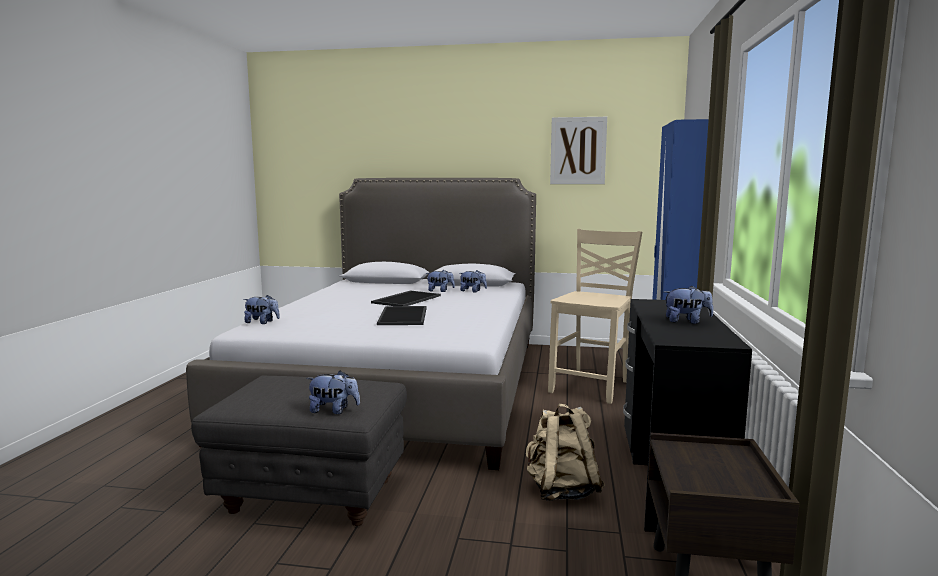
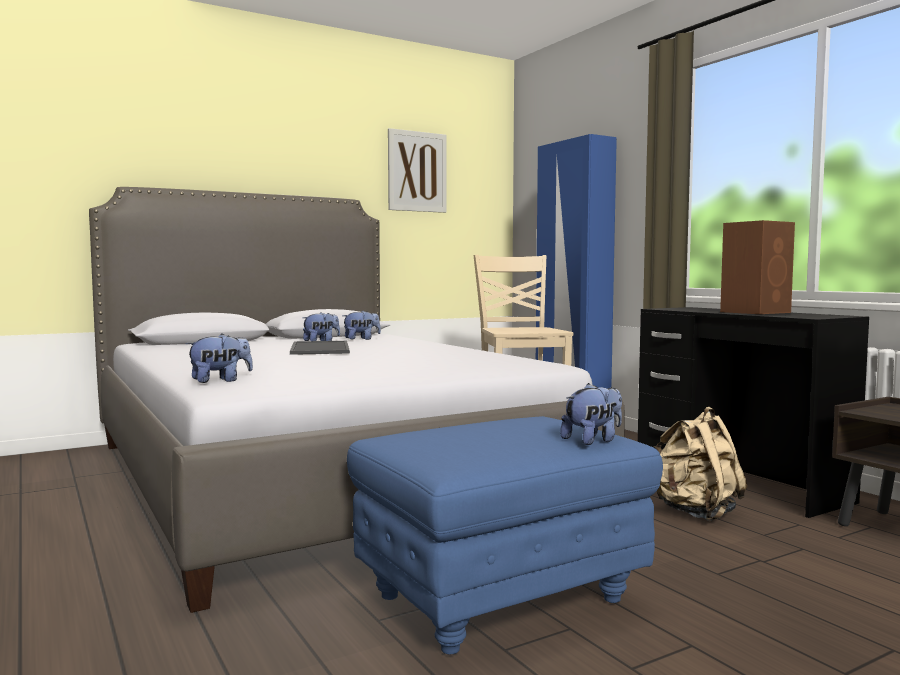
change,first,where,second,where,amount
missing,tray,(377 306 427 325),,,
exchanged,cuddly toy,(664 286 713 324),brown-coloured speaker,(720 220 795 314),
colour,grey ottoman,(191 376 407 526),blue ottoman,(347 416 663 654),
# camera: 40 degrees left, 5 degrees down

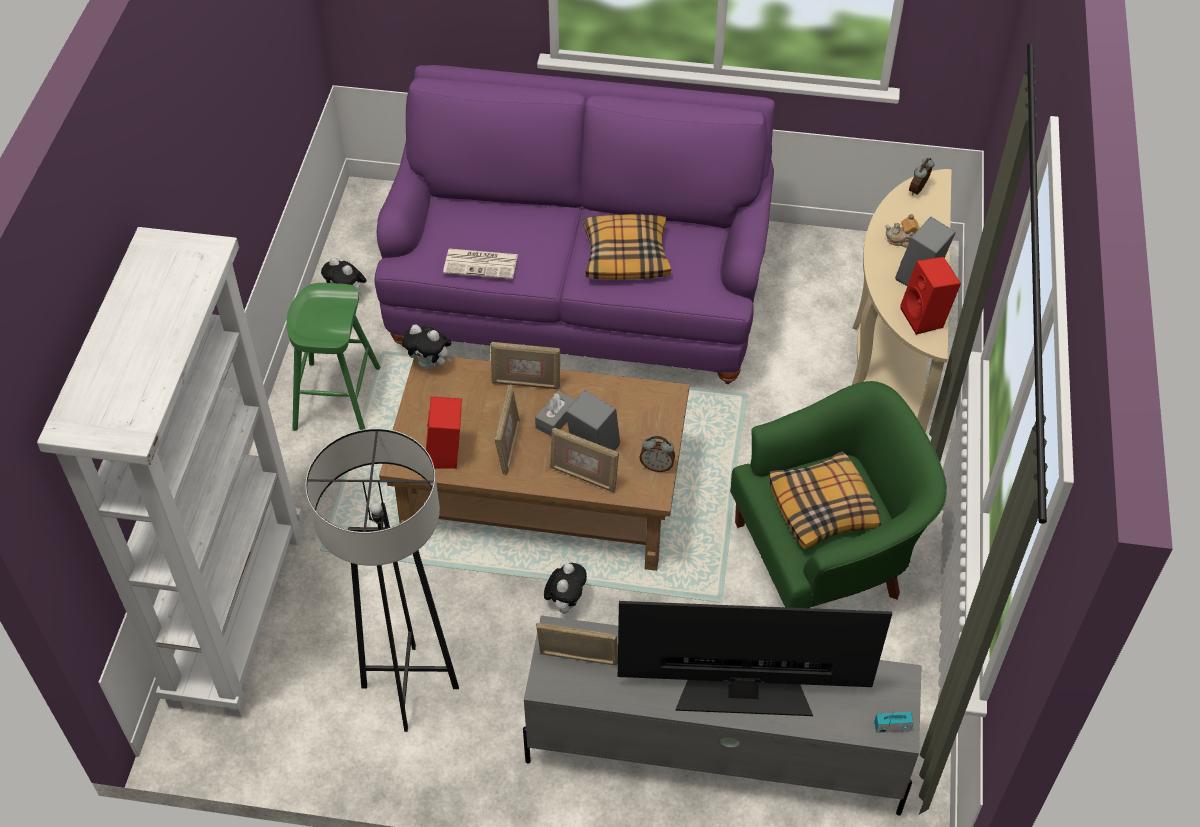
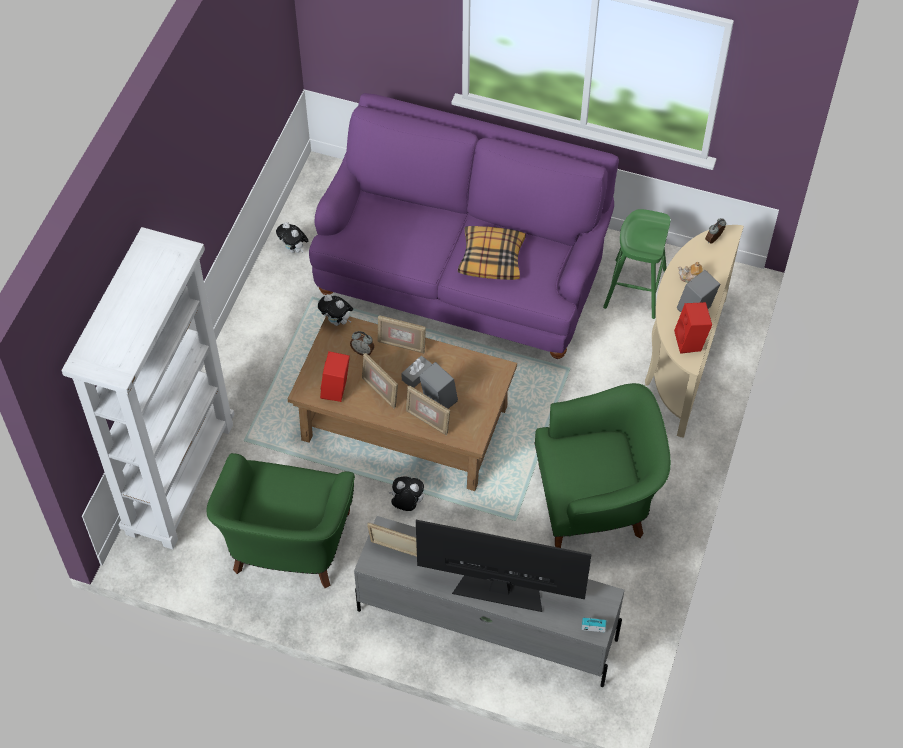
change,first,where,second,where,amount
missing,daily paper,(443 249 518 279),,,
missing,throw pillow,(769 451 881 549),,,
relocated,green sitting stool,(286 283 380 431),,(603 209 670 319),
relocated,table clock,(640 436 675 472),,(350 331 374 355),
exchanged,grey standing lamp,(305 428 459 732),green armchair,(207 453 355 588),
spun,picture frame,(494 384 520 476),,(362 353 398 409),120 degrees clockwise
spun,cuddly toy,(544 563 587 614),,(389 476 424 511),105 degrees counterclockwise
# camera: 10 degrees right, 5 degrees up

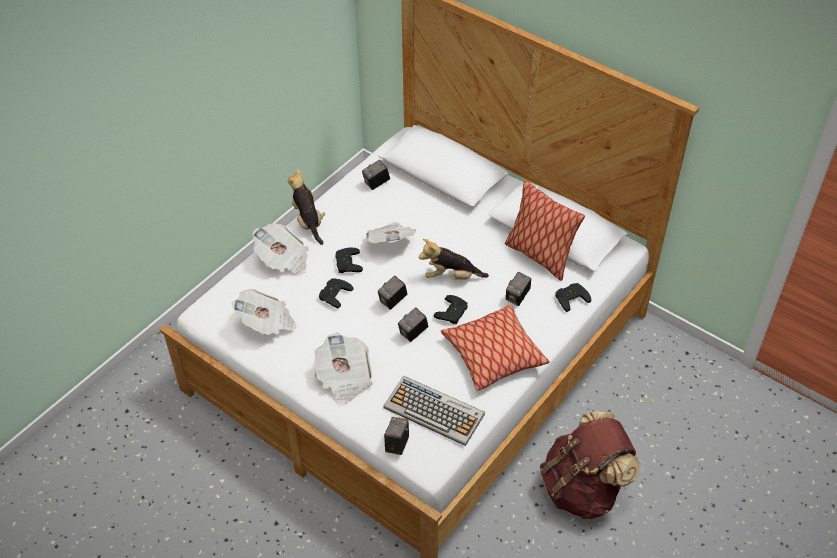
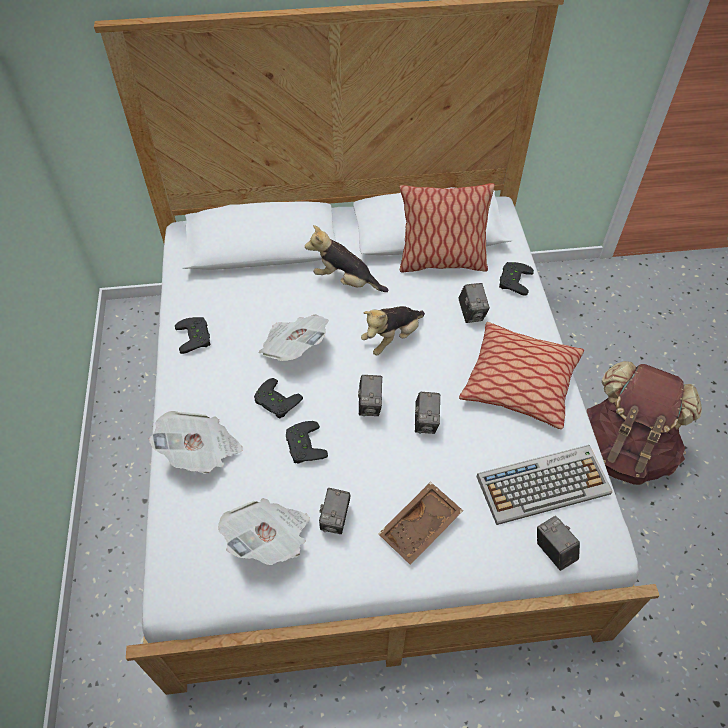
change,first,where,second,where,amount
relocated,cuddly toy,(288 169 325 245),,(305 225 388 292),
relocated,still camera,(362 160 390 190),,(319 488 350 534),
relocated,black game controller,(434 295 468 324),,(175 317 210 354),
exchanged,daily paper,(314 333 373 404),brown-coloured tray,(378 482 463 565),
# camera: 45 degrees left, 5 degrees up

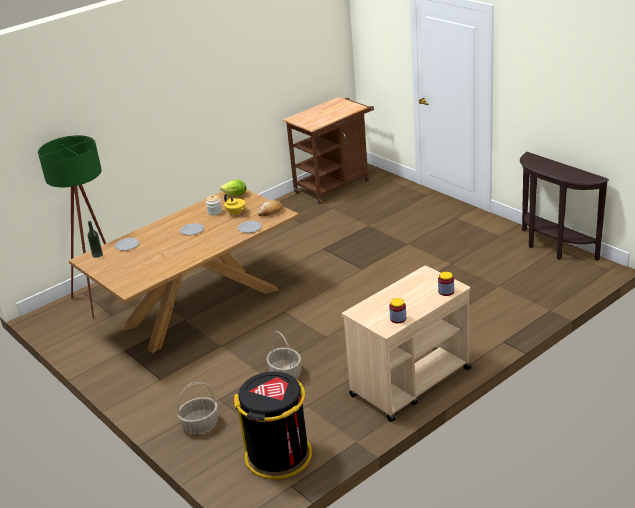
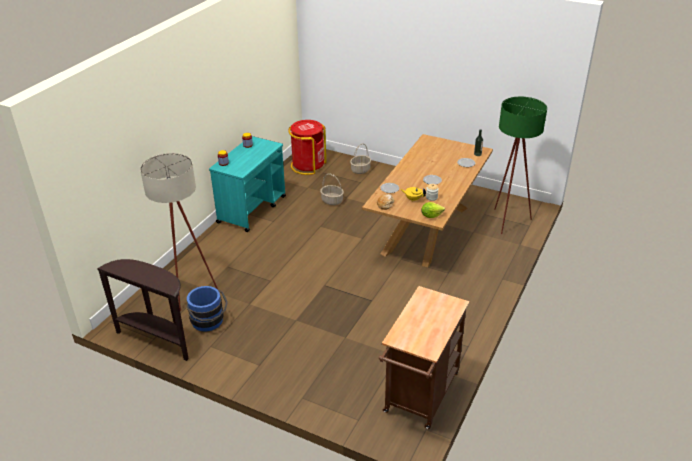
change,first,where,second,where,amount
appeared,,,beige standing lamp,(140 153 218 311),
appeared,,,blue pail,(187 286 228 332),
colour,black trash can,(233 372 312 479),red-coloured trash can,(288 120 326 175),
colour,beige wheeled cart,(342 266 471 422),turquoise-coloured wheeled cart,(209 136 286 232),
# camera: 155 degrees right, 5 degrees up

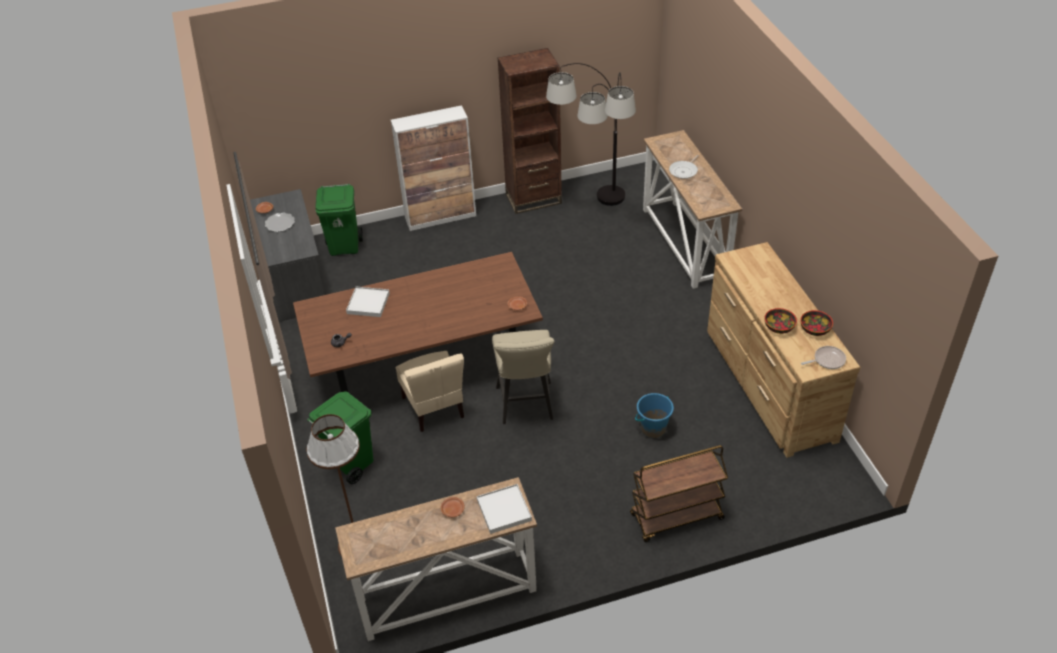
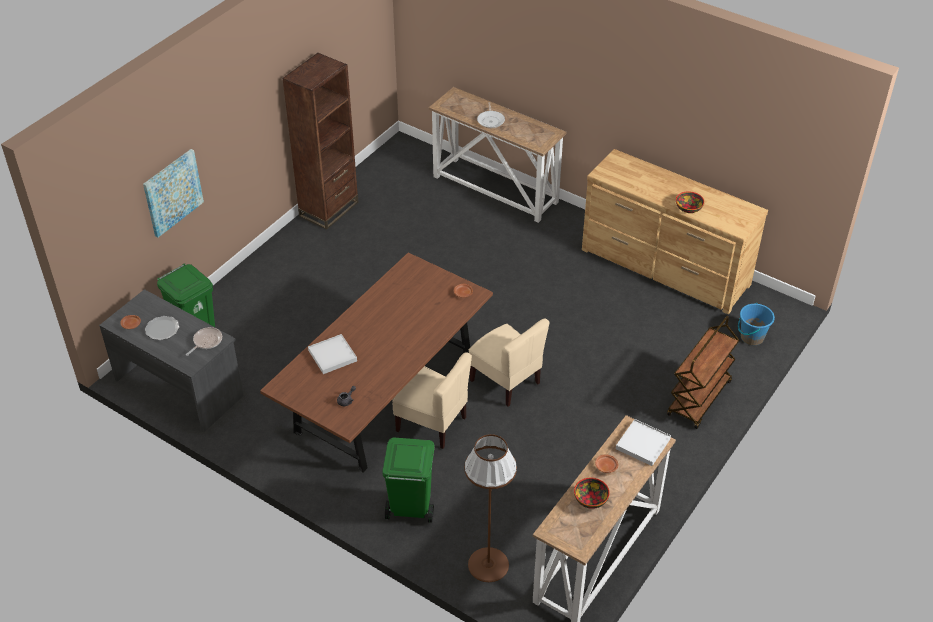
change,first,where,second,where,amount
missing,storage cabinet,(391 105 476 231),,,
missing,standing lamp,(546 63 636 206),,,
appeared,,,wall art,(143 149 204 238),
relocated,blue pail,(635 393 674 438),,(738 303 775 346),
relocated,bowl,(800 310 833 336),,(574 478 610 509),
relocated,pan,(801 346 846 369),,(186 327 222 356),
exchanged,beige sitting stool,(492 330 555 424),beige upright chair,(469 318 549 406),
# camera: 40 degrees left, 0 degrees up

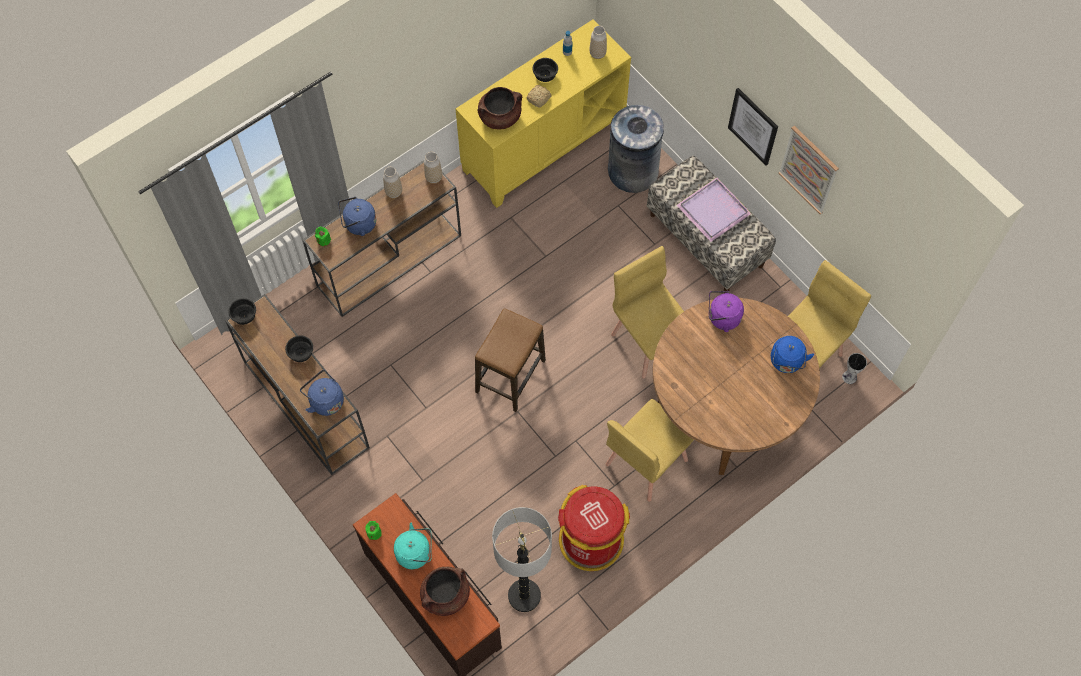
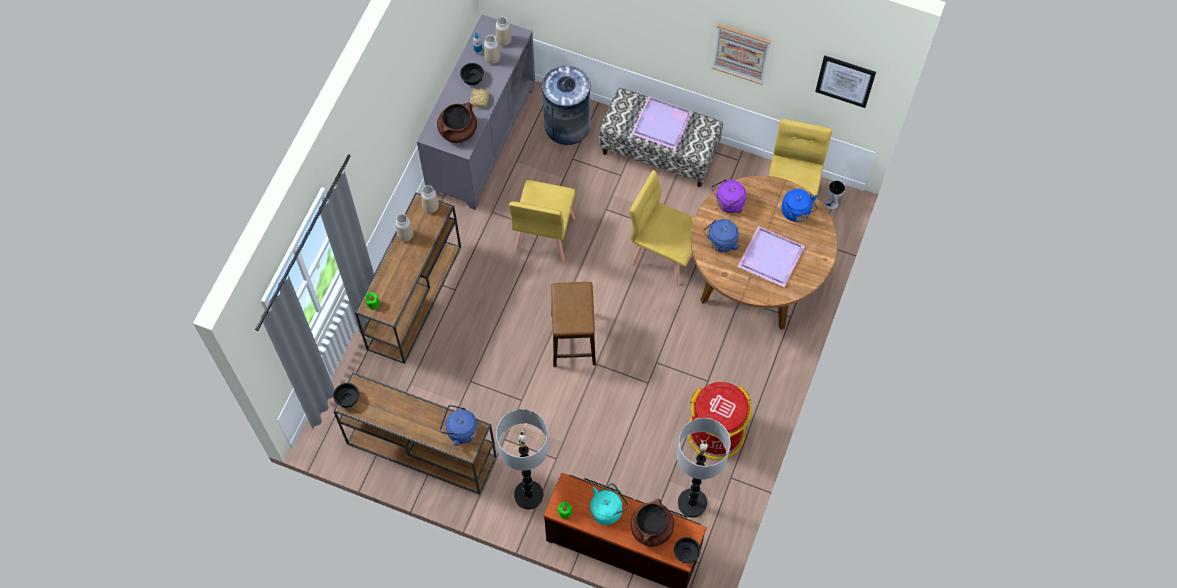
change,first,where,second,where,amount
appeared,,,decorative vase,(484 35 500 64),
appeared,,,standing lamp,(496 409 549 509),
appeared,,,purple-coloured tray,(737 226 805 288),
relocated,black bowl,(285 336 313 362),,(674 537 701 563),
relocated,blue tea kettle,(338 197 376 236),,(703 219 740 252),
relocated,yellow-coloured upright chair,(606 399 694 502),,(509 180 576 262),
relocated,wall art,(728 88 778 166),,(815 55 876 108),
colour,yellow-coloured storage cabinet,(456 19 631 208),grey storage cabinet,(417 15 535 210),
# camera: 30 degrees left, 0 degrees up

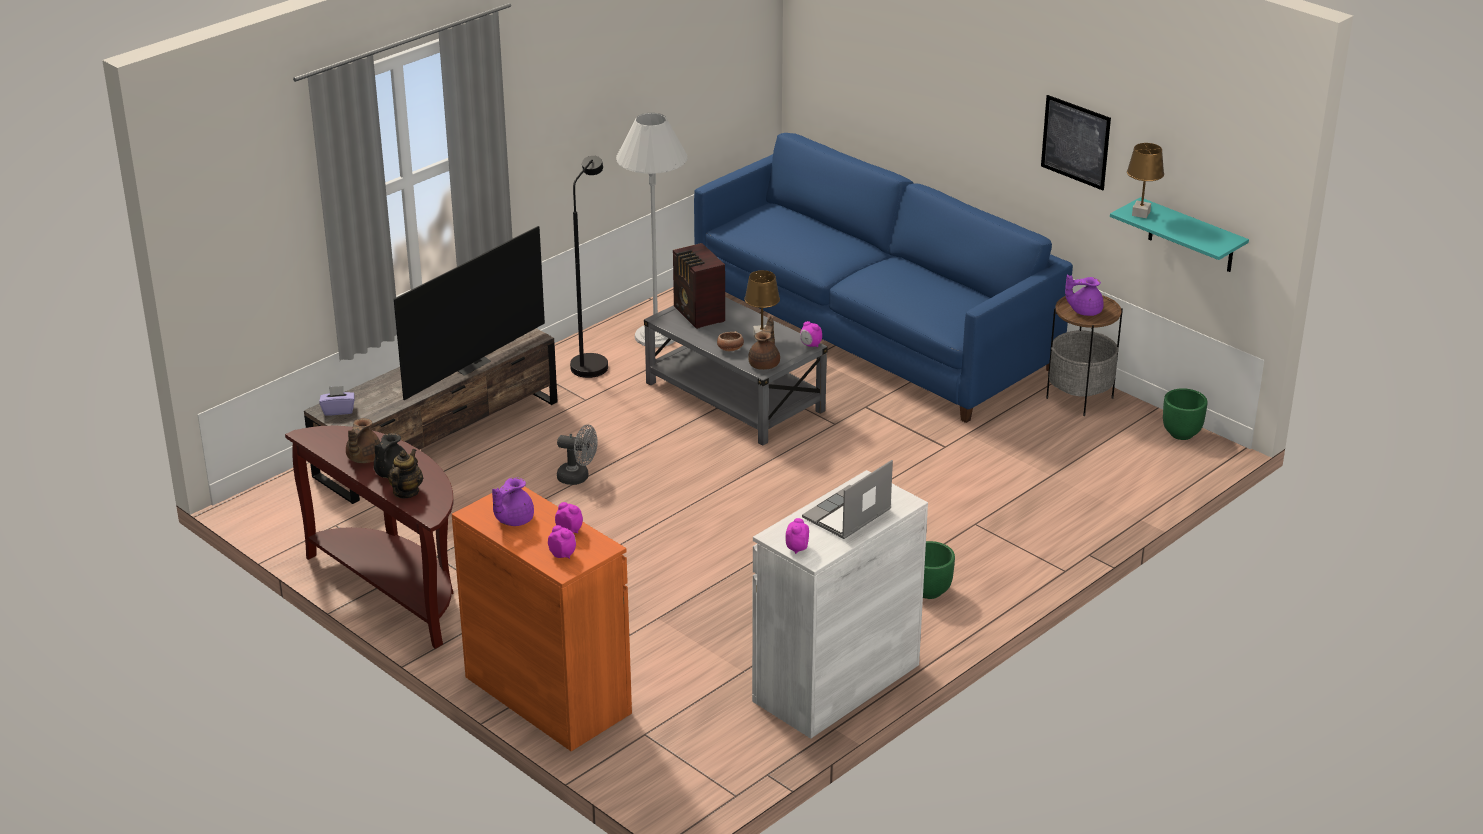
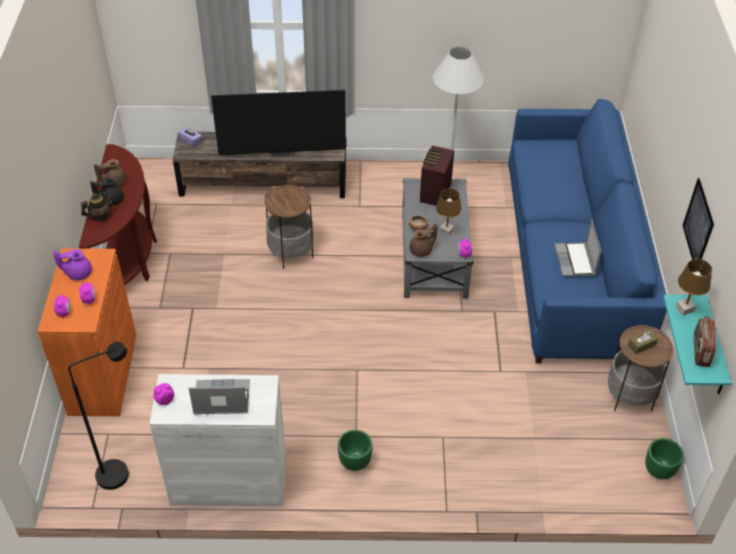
change,first,where,second,where,amount
appeared,,,laptop,(554 219 601 277),
appeared,,,radio,(694 316 717 367),
relocated,black standing lamp,(570 156 608 378),,(68 342 129 490),
exchanged,grey cooling fan,(557 425 598 485),accent table,(264 185 314 269),
exchanged,purple-coloured pot for tea,(1065 275 1104 316),brown-coloured tissue box,(628 330 658 354),
# camera: 45 degrees right, 15 degrees up

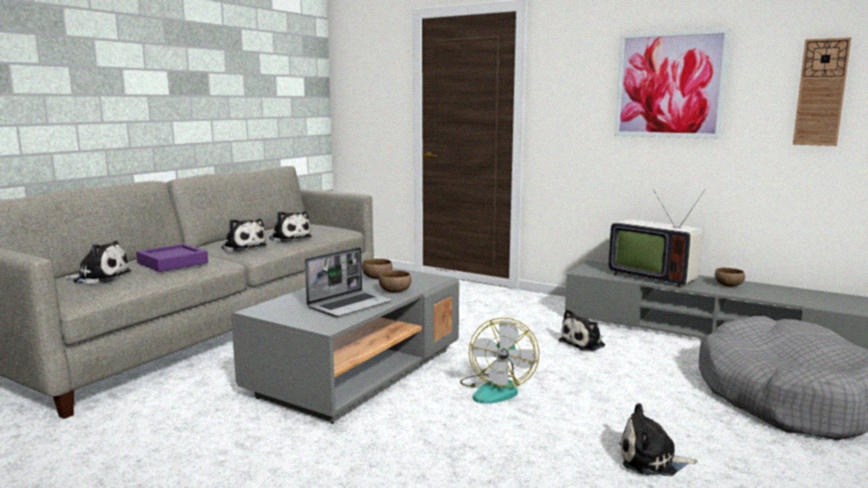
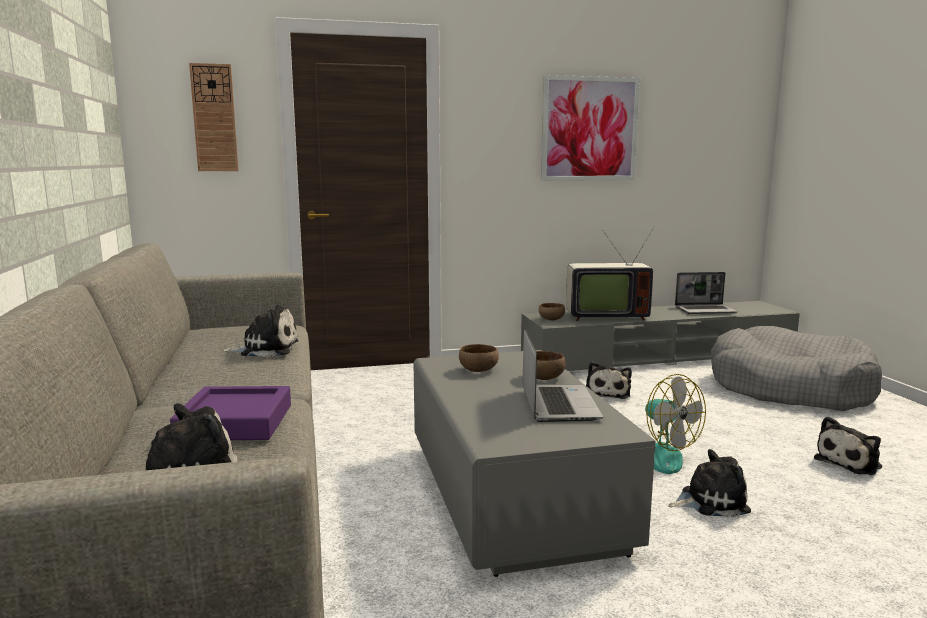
change,first,where,second,where,amount
appeared,,,laptop,(675 272 738 314),
relocated,cuddly toy,(221 219 267 252),,(668 449 751 517),
relocated,brown-coloured bowl,(715 268 745 287),,(539 303 565 320),
relocated,clock on the wall,(793 37 851 146),,(189 63 239 171),
# camera: 45 degrees left, 0 degrees up

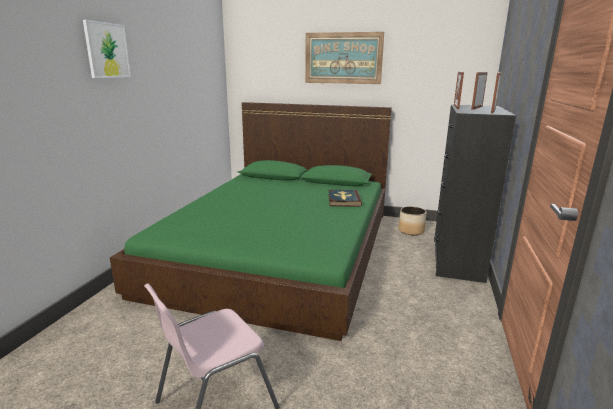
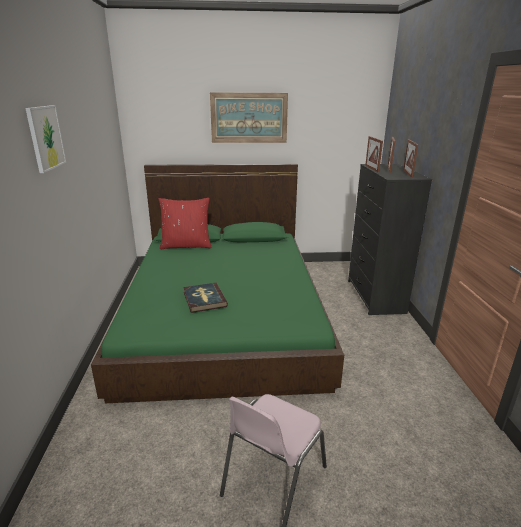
change,first,where,second,where,amount
missing,plant pot,(399 206 426 235),,,
appeared,,,red-coloured throw pillow,(159 198 212 249),
relocated,bound book,(328 190 362 207),,(183 283 228 313),
# camera: 20 degrees left, 5 degrees up

